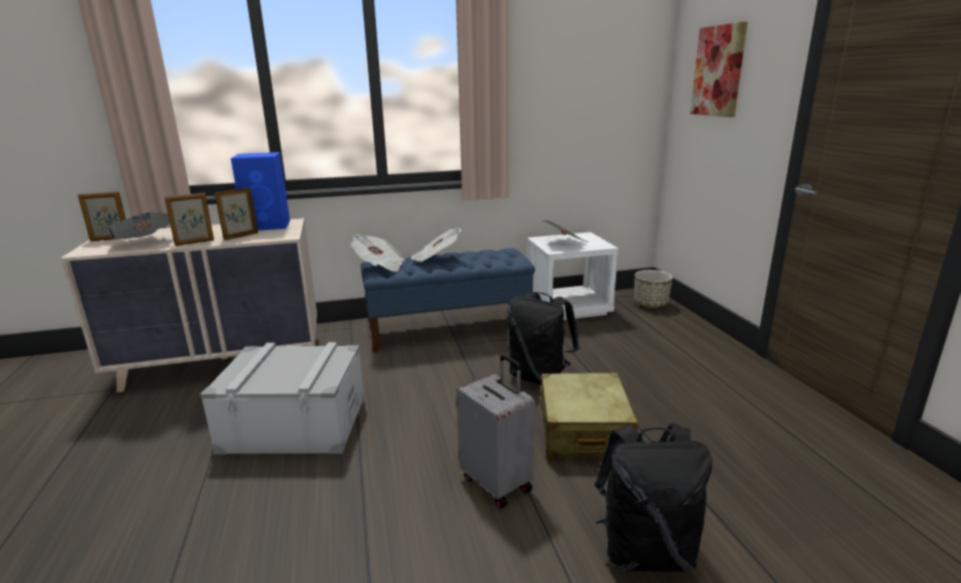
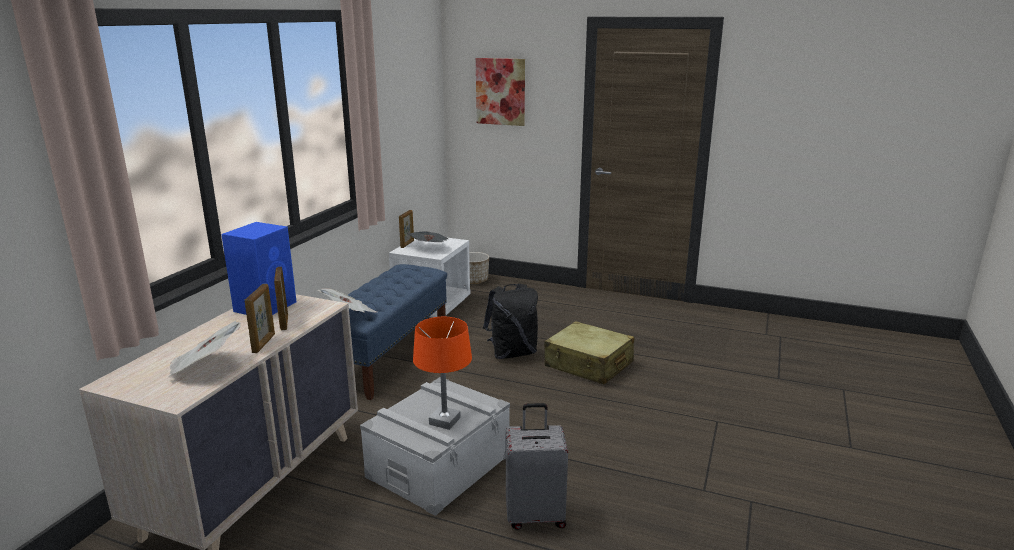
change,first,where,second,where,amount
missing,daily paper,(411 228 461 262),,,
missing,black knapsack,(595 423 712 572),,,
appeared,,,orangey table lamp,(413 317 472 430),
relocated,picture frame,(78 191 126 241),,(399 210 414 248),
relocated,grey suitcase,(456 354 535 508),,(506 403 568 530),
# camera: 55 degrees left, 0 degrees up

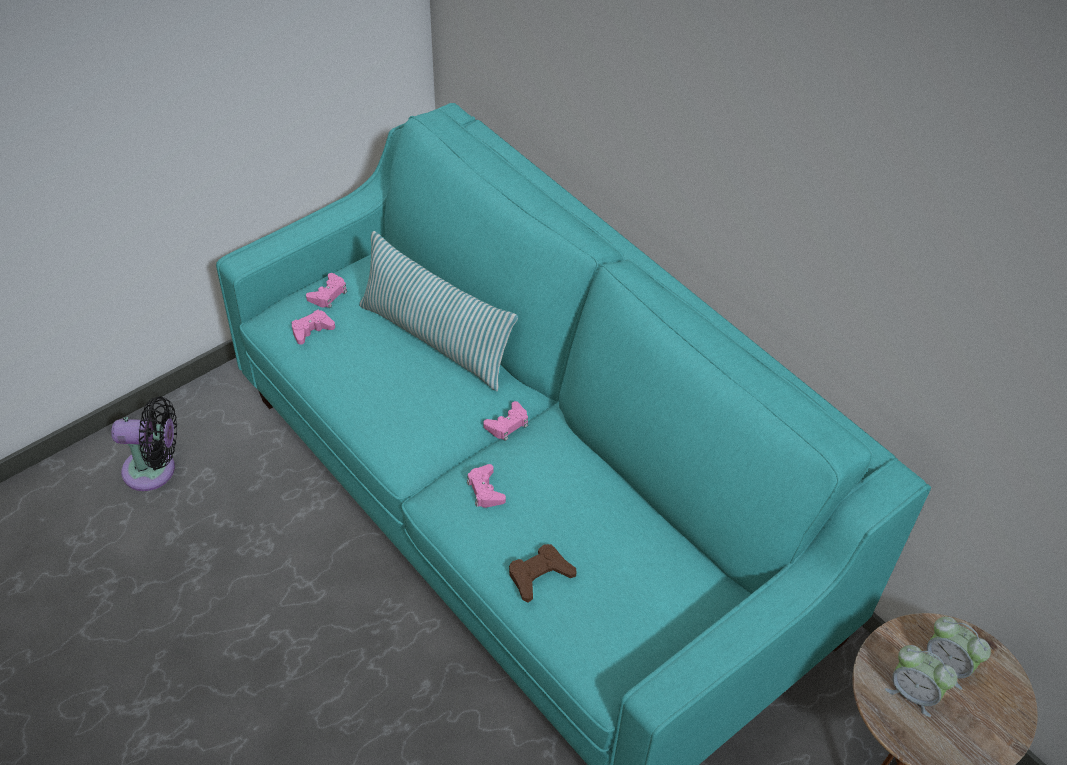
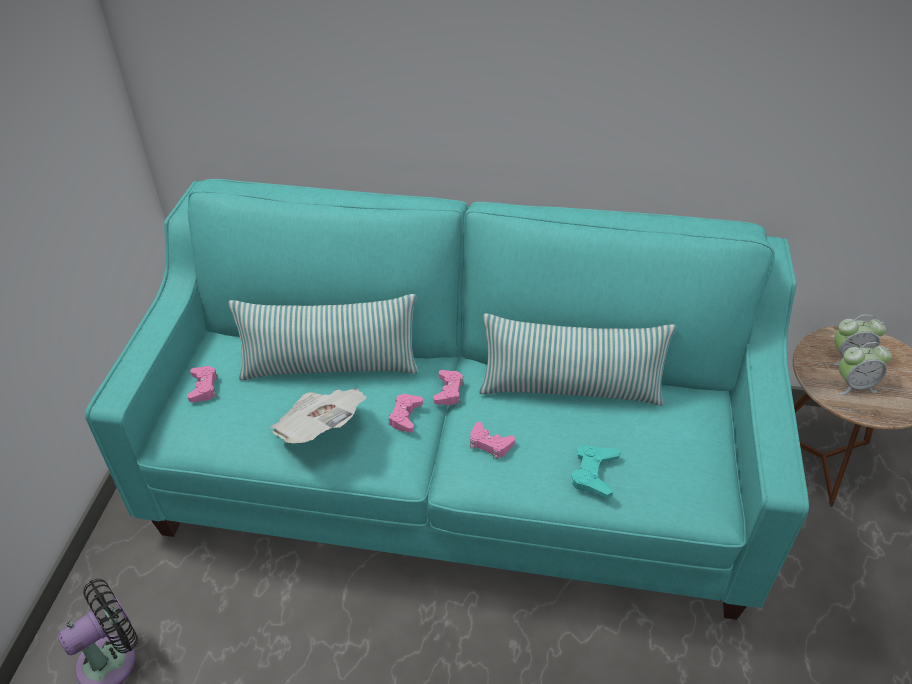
change,first,where,second,where,amount
appeared,,,daily paper,(270 389 366 443),
appeared,,,throw pillow,(479 313 676 406),
relocated,pink game controller,(292 310 335 345),,(389 394 423 432),
colour,brown-coloured game controller,(509 544 576 603),turquoise-coloured game controller,(571 445 621 498),
# camera: 40 degrees left, 5 degrees down

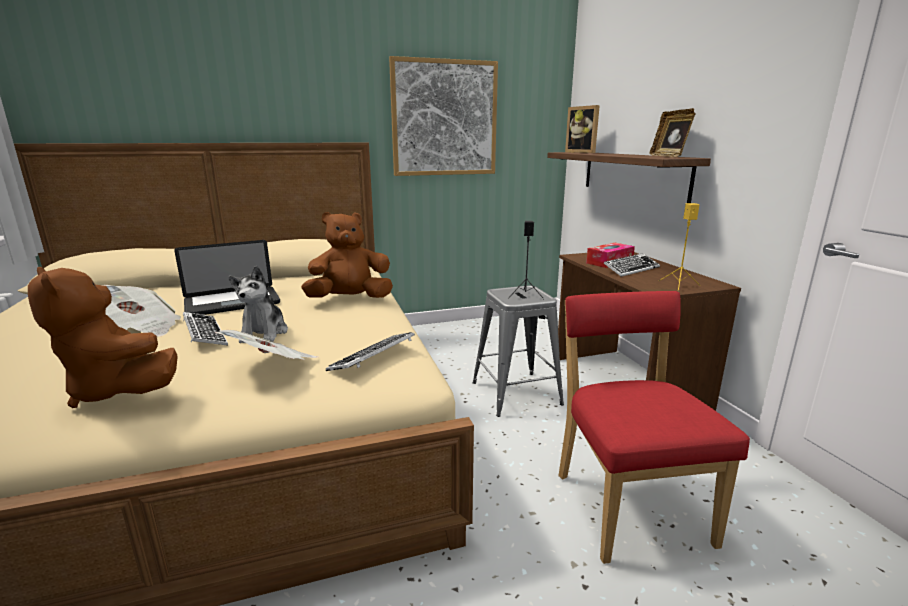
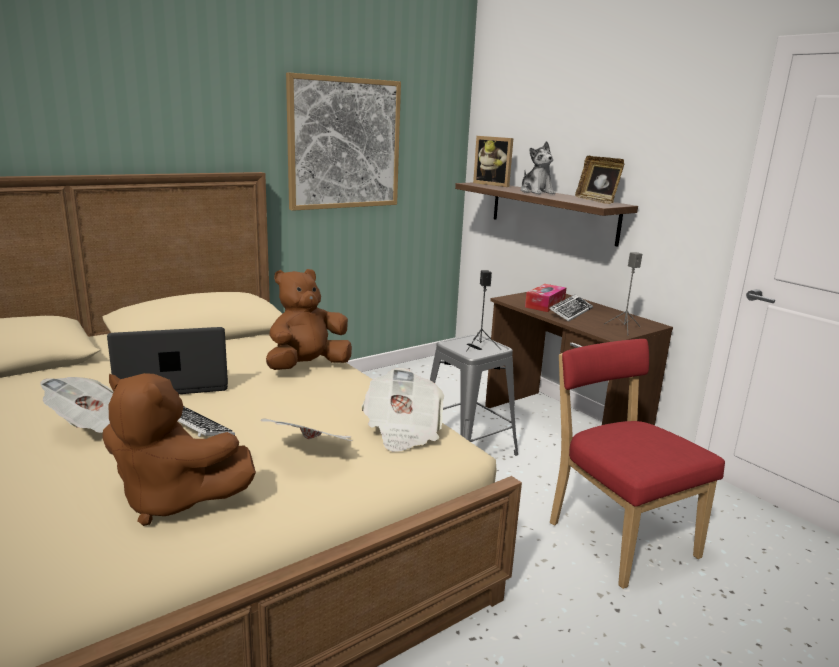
change,first,where,second,where,amount
relocated,cuddly toy,(229 266 288 343),,(521 141 555 194),
exchanged,computer keyboard,(326 332 415 371),daily paper,(362 368 444 452),
colour,yellow-coloured speaker,(659 203 700 292),grey speaker,(605 252 642 336),
spun,laptop,(174 240 280 315),,(107 327 228 394),150 degrees counterclockwise
# camera: 20 degrees left, 0 degrees up

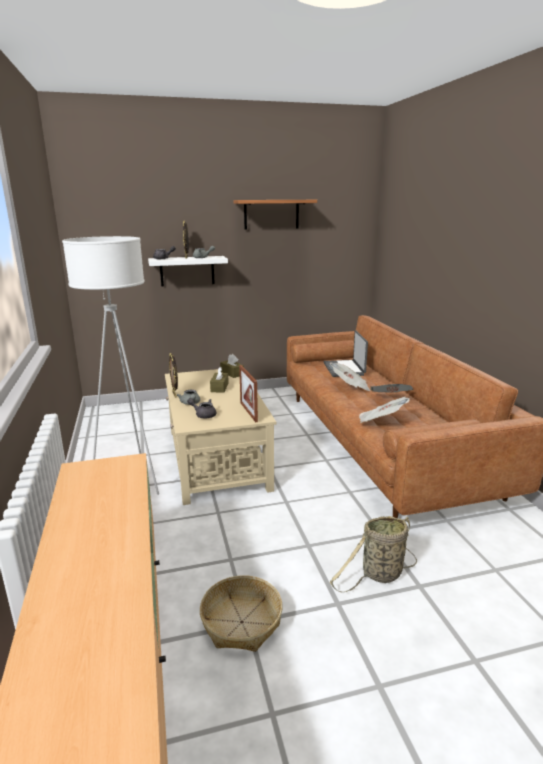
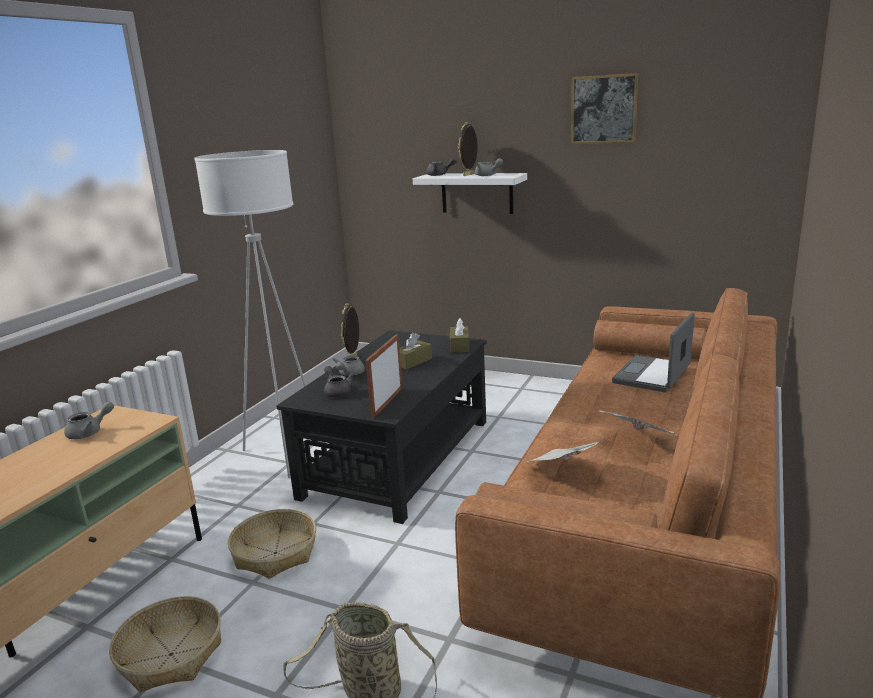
change,first,where,second,where,amount
missing,daily paper,(330 362 370 391),,,
appeared,,,grey pot for tea,(64 402 114 439),
appeared,,,basket,(228 509 316 579),
exchanged,bracket shelf,(233 200 317 230),wall art,(571 73 638 144),
colour,beige lounge table,(165 369 276 505),black lounge table,(277 330 487 524),
# camera: 40 degrees right, 0 degrees up

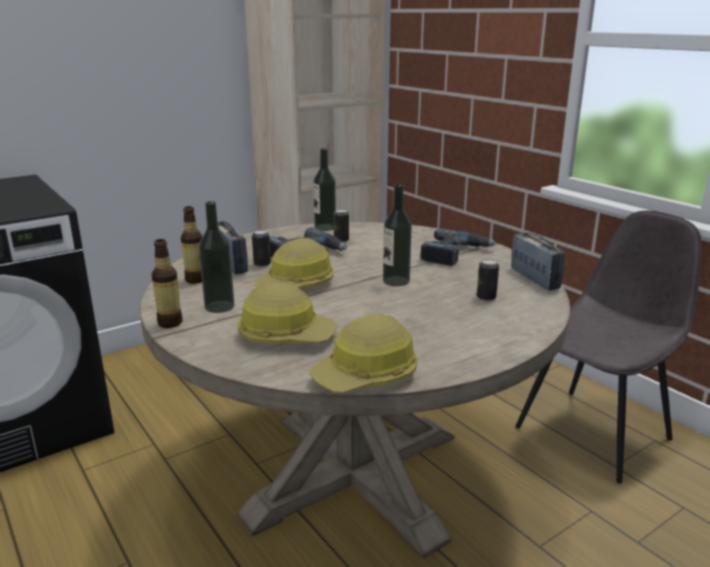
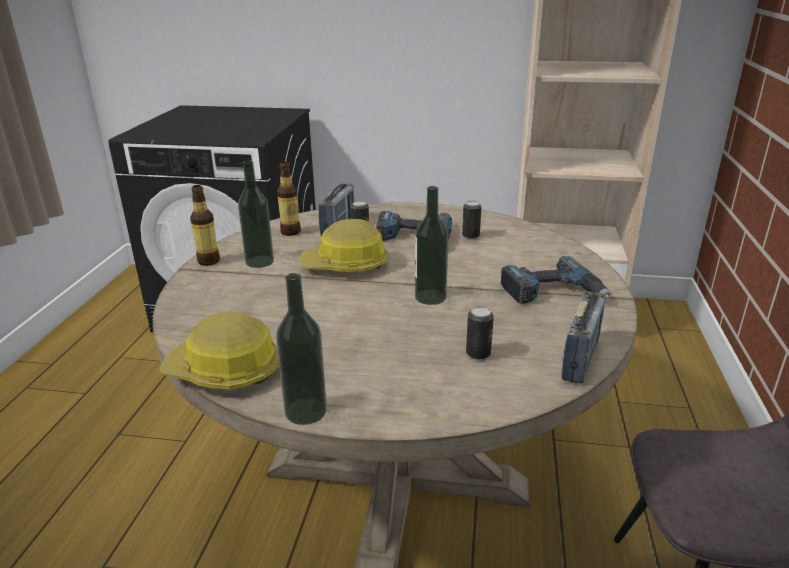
change,first,where,second,where,amount
missing,work helmet,(237 282 338 344),,,
relocated,bottle,(313 148 336 231),,(276 273 327 425),
# camera: 45 degrees right, 5 degrees up

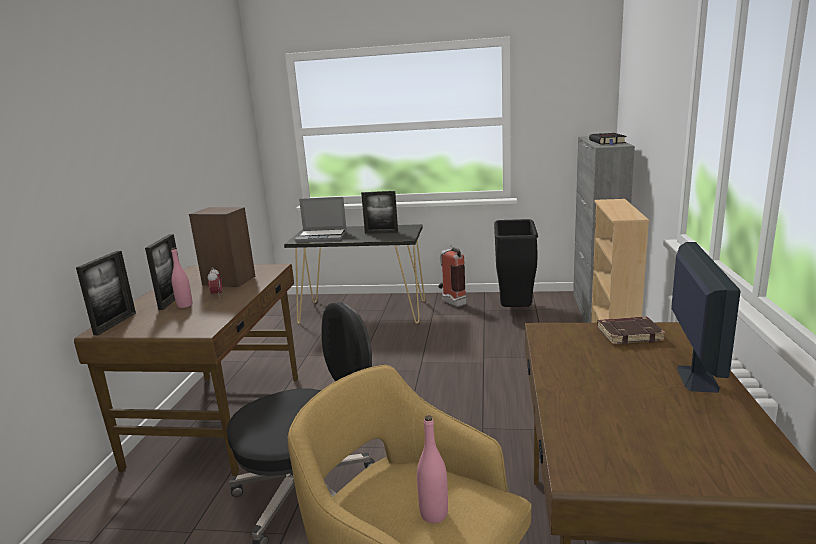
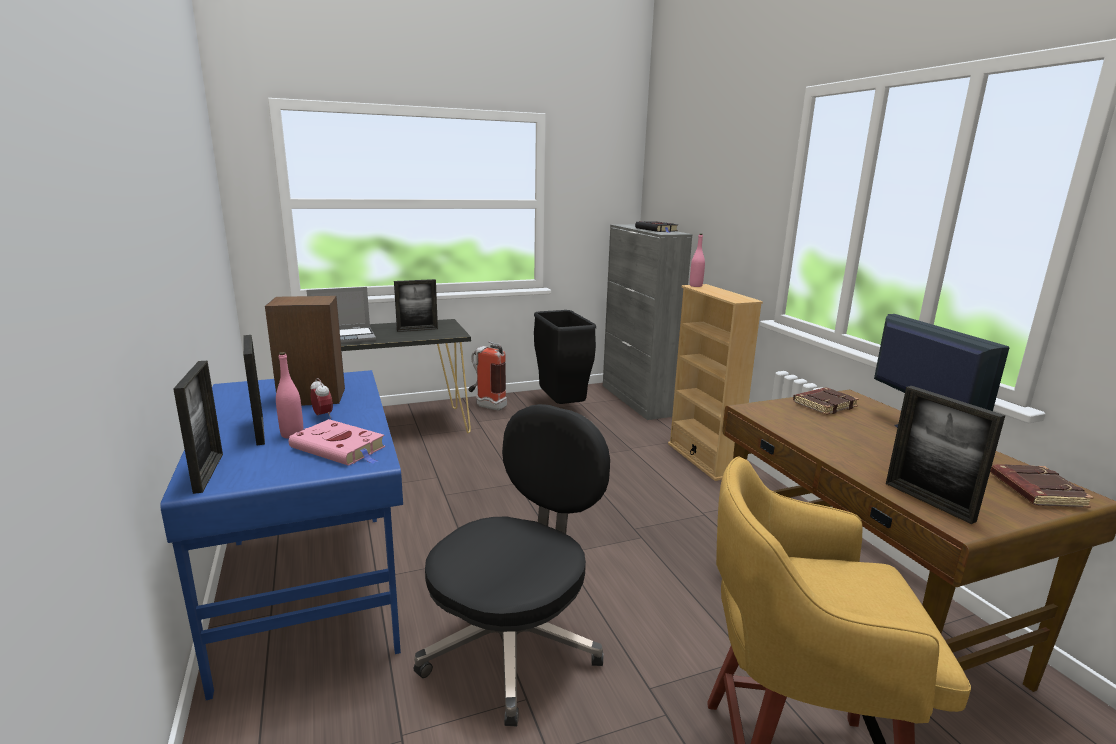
change,first,where,second,where,amount
appeared,,,pink bound book,(289 419 385 466),
appeared,,,picture frame,(886 386 1005 524),
appeared,,,brown-coloured bound book,(990 464 1094 508),
relocated,pink bottle,(417 415 448 523),,(690 234 705 287),
colour,brown-coloured desk,(74 264 298 476),blue desk,(160 370 403 700),
# camera: 30 degrees left, 0 degrees up

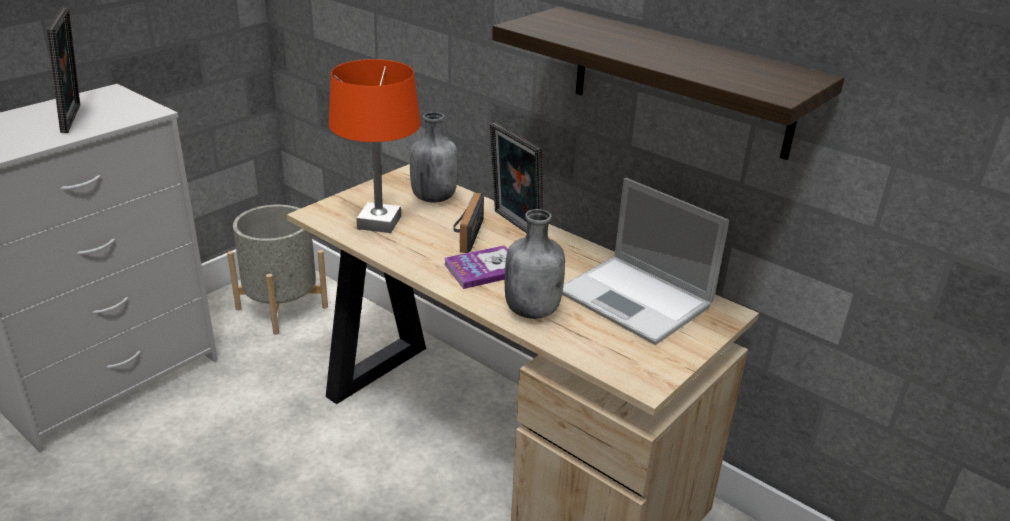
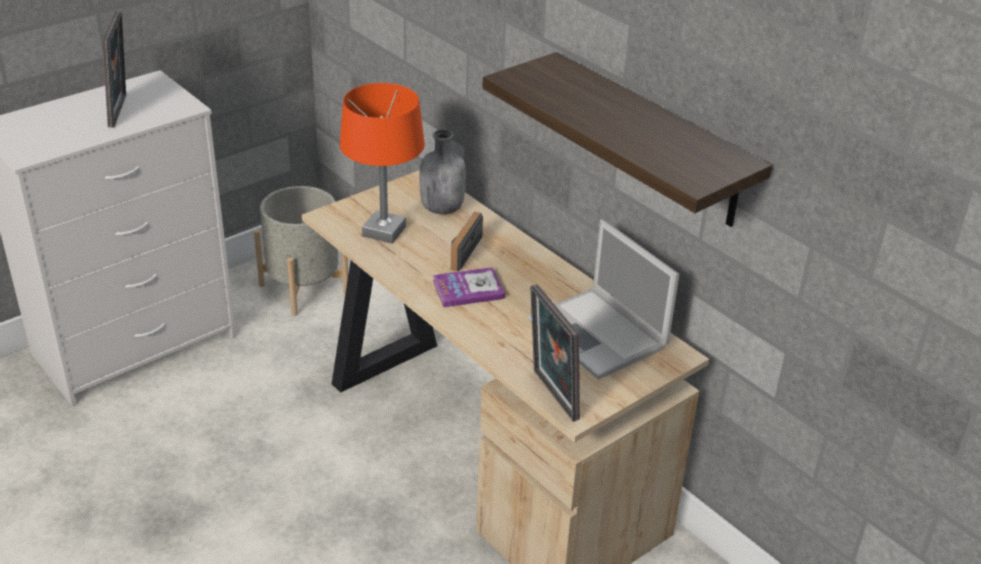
change,first,where,second,where,amount
missing,grey bottle,(505 209 565 319),,,
relocated,picture frame,(490 122 543 233),,(530 284 580 422),
# camera: 10 degrees right, 5 degrees up

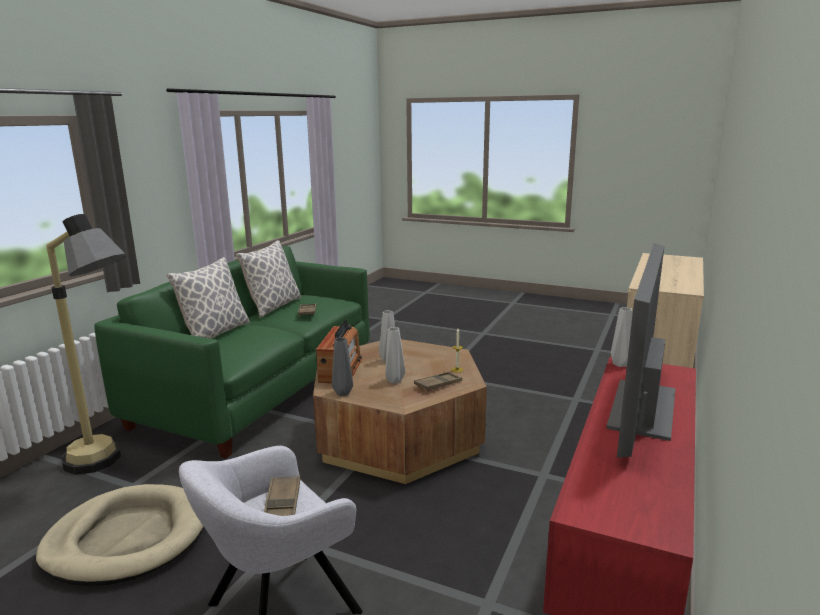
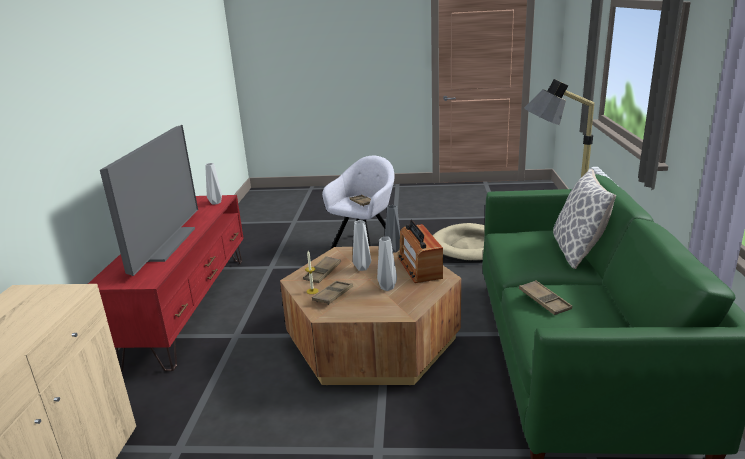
change,first,where,second,where,amount
missing,throw pillow,(236 240 301 318),,,
appeared,,,brown-coloured tray,(312 281 353 305),
relocated,grey decorative vase,(611 307 633 367),,(205 163 222 204),
# camera: 160 degrees right, 5 degrees up

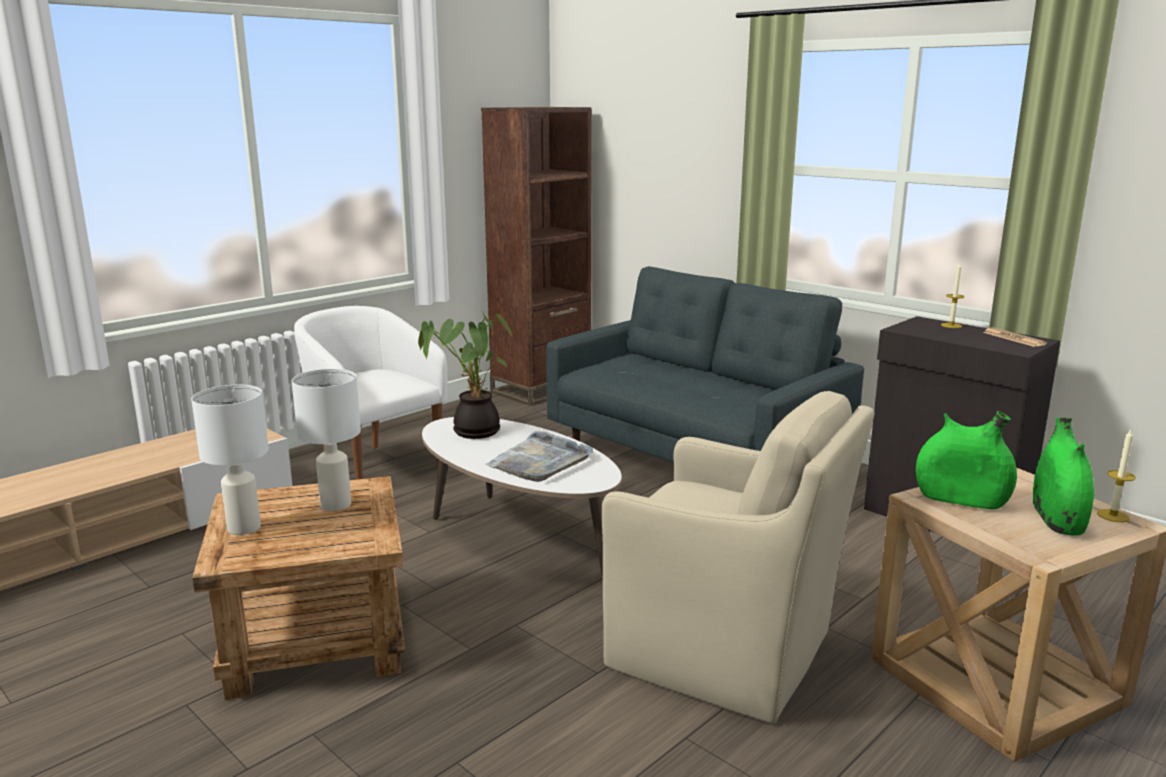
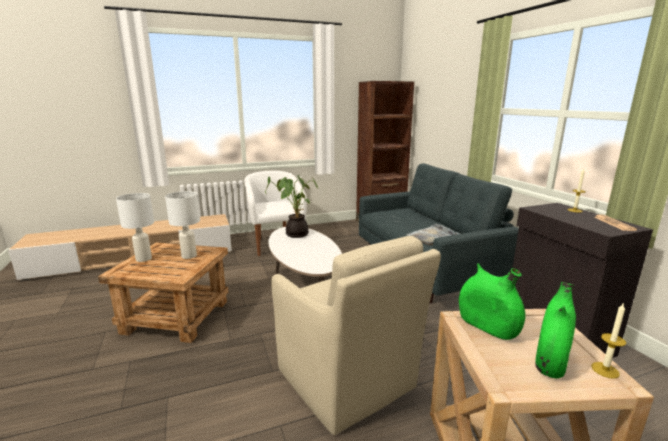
change,first,where,second,where,amount
relocated,grey tray,(485 431 593 482),,(406 224 460 245),
# camera: 25 degrees right, 0 degrees up

